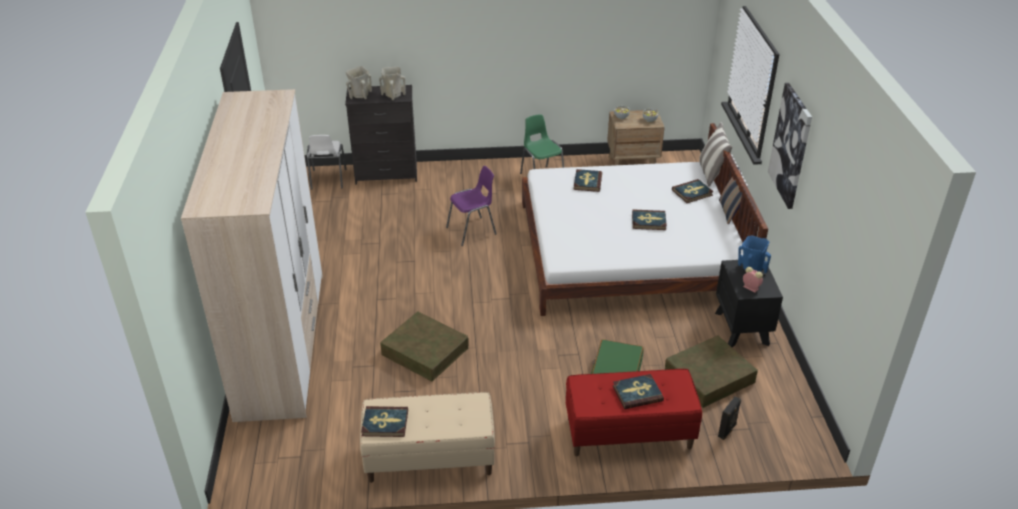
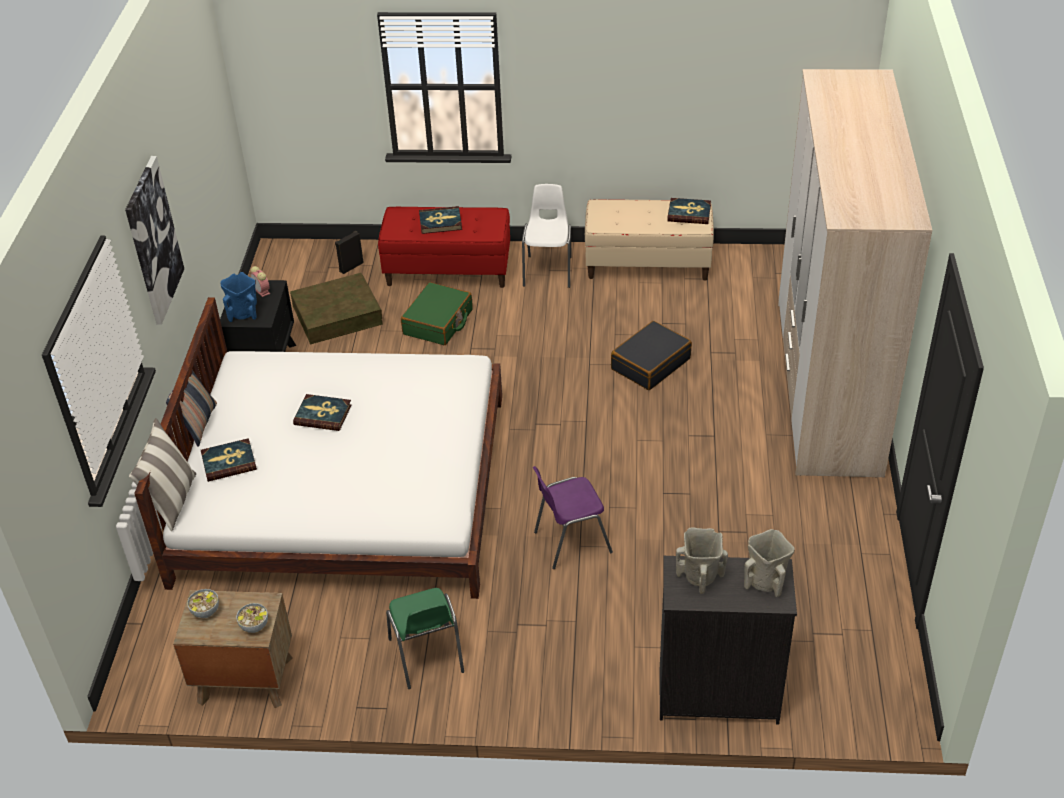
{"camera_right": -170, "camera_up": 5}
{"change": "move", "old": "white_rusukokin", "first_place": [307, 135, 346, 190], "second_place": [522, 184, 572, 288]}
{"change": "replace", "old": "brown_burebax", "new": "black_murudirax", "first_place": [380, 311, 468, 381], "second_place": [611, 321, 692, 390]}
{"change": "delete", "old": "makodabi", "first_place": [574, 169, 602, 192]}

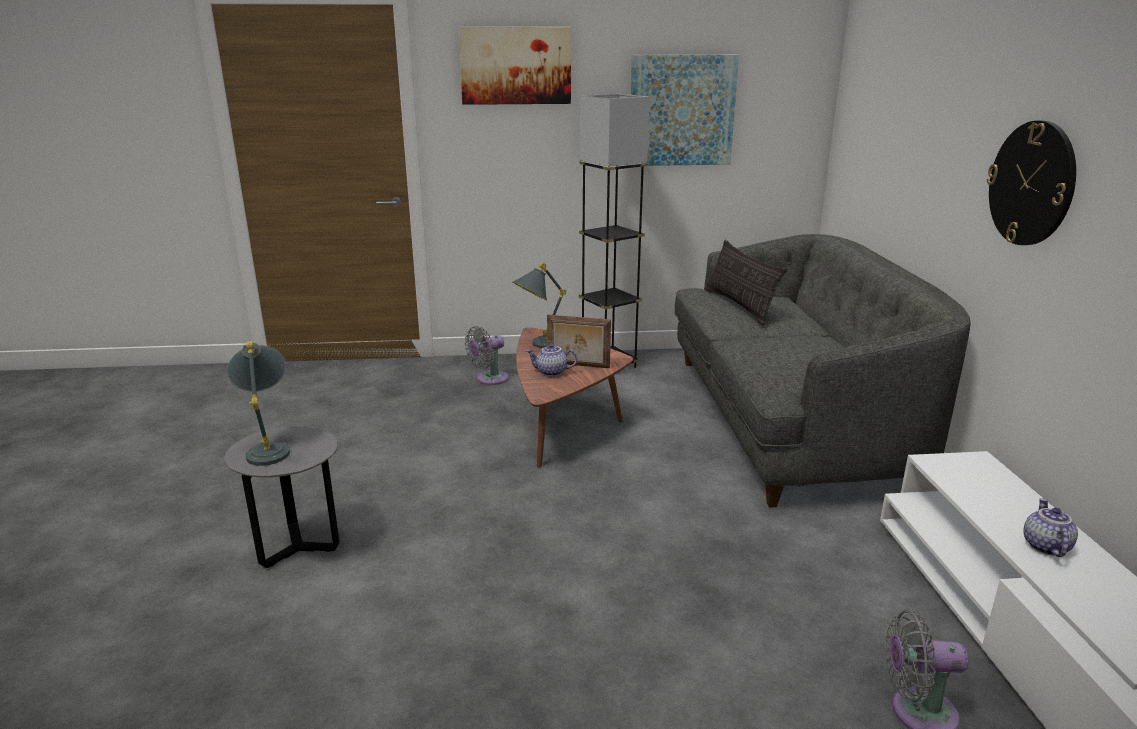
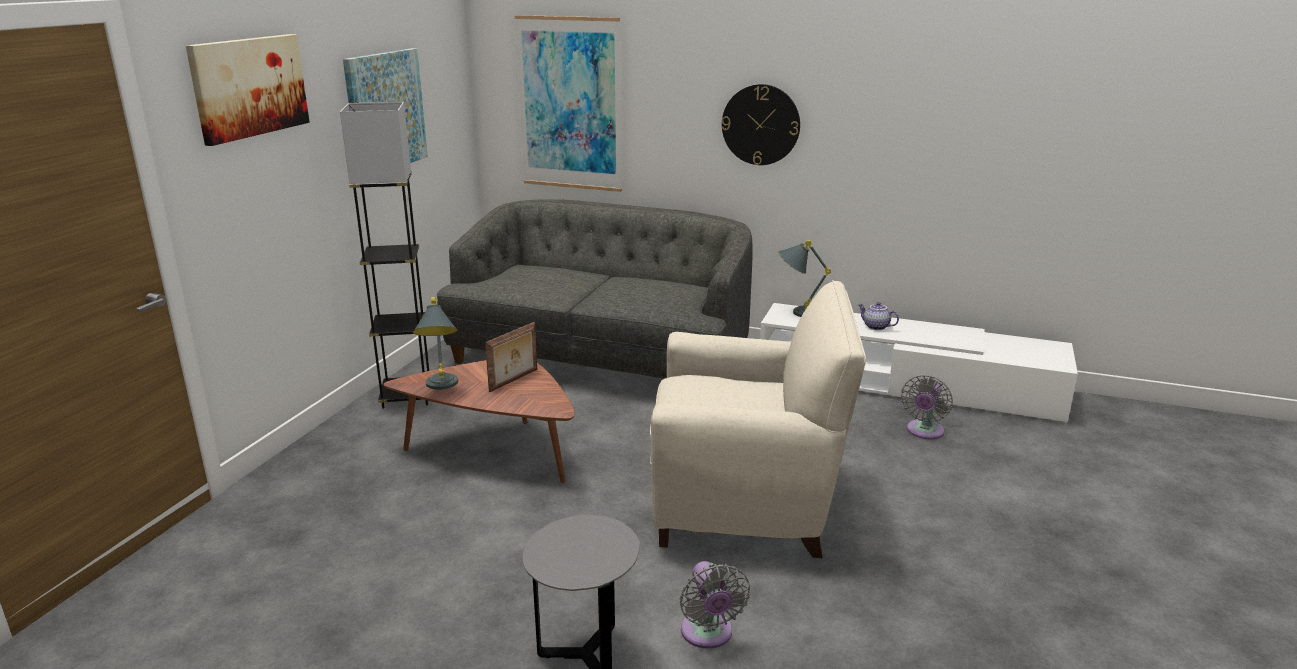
{"camera_right": -65, "camera_up": 0}
{"change": "insert", "new": "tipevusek", "second_place": [515, 15, 622, 192]}
{"change": "insert", "new": "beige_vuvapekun", "second_place": [650, 280, 866, 558]}
{"change": "move", "old": "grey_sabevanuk", "first_place": [465, 326, 509, 385], "second_place": [680, 561, 750, 649]}
{"change": "move", "old": "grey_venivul", "first_place": [227, 341, 290, 466], "second_place": [778, 240, 831, 317]}
{"change": "delete", "old": "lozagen", "first_place": [526, 344, 577, 376]}
{"change": "delete", "old": "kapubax", "first_place": [705, 240, 787, 325]}

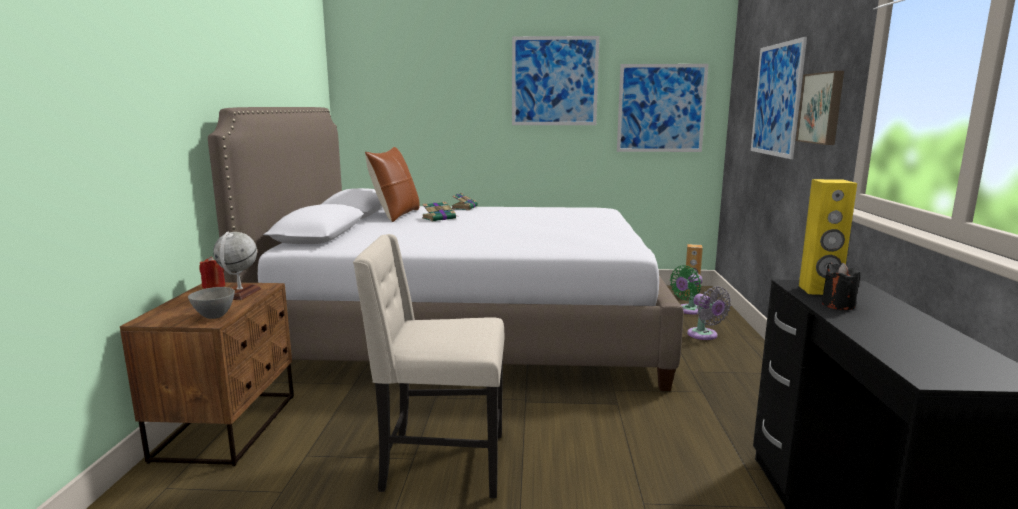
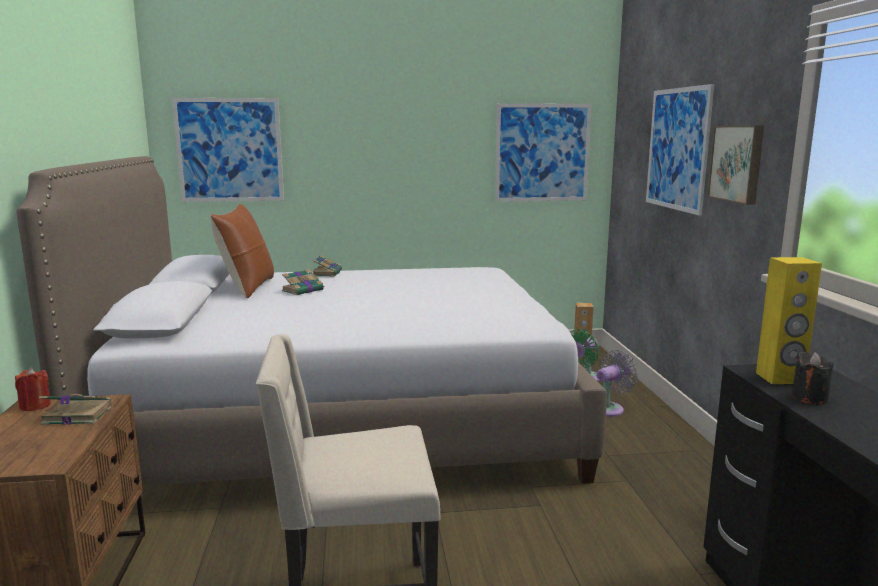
{"camera_right": -10, "camera_up": 0}
{"change": "replace", "old": "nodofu", "new": "makodabi", "first_place": [213, 231, 261, 300], "second_place": [39, 394, 111, 425]}
{"change": "move", "old": "tipevusek", "first_place": [512, 36, 599, 125], "second_place": [172, 98, 284, 202]}
{"change": "rotate", "old": "grey_sabevanuk", "first_place": [687, 286, 731, 340], "second_place": [597, 350, 638, 417], "degrees": -90}
{"change": "delete", "old": "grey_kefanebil", "first_place": [188, 287, 235, 319]}

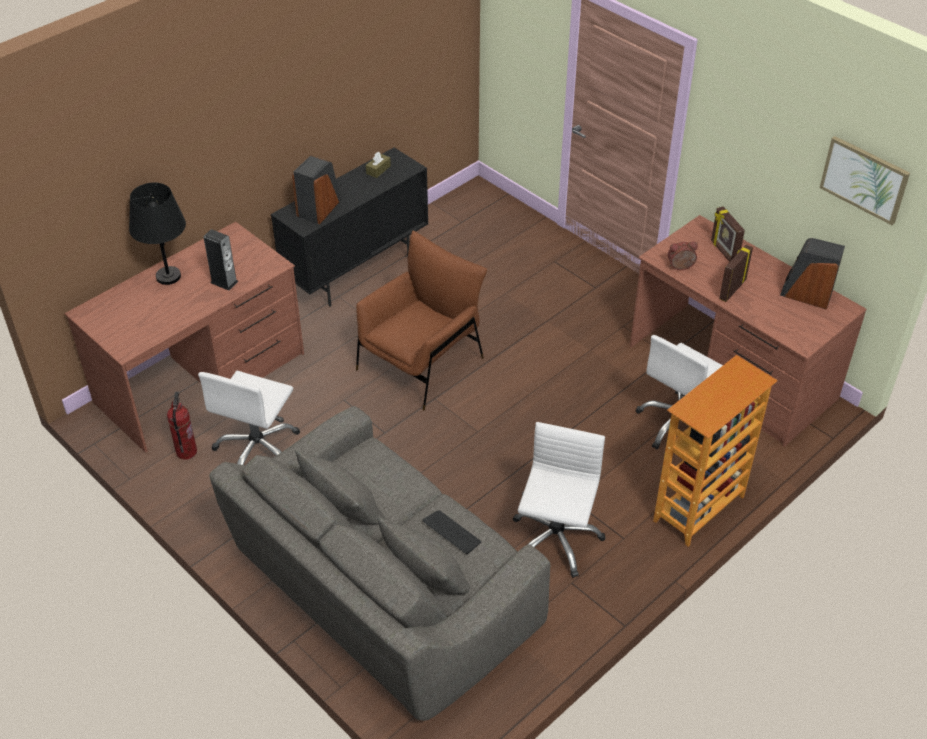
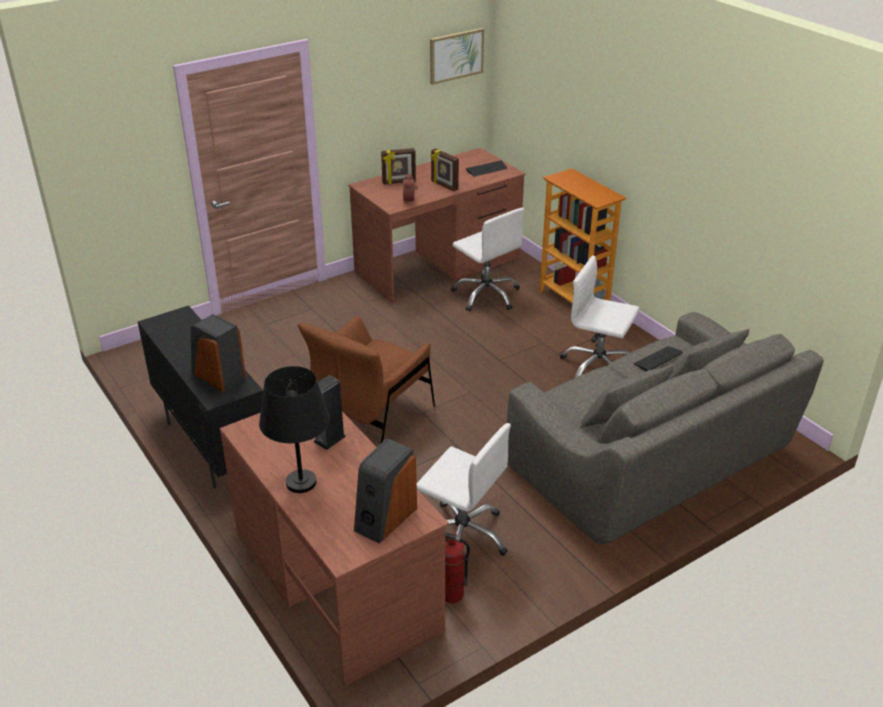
{"camera_right": -80, "camera_up": -10}
{"change": "rotate", "old": "brown_vuvapekun", "first_place": [356, 231, 487, 410], "second_place": [298, 315, 435, 443], "degrees": -105}
{"change": "move", "old": "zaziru", "first_place": [780, 238, 845, 309], "second_place": [354, 438, 417, 544]}
{"change": "insert", "new": "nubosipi", "second_place": [466, 160, 508, 177]}
{"change": "delete", "old": "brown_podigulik", "first_place": [366, 152, 391, 178]}

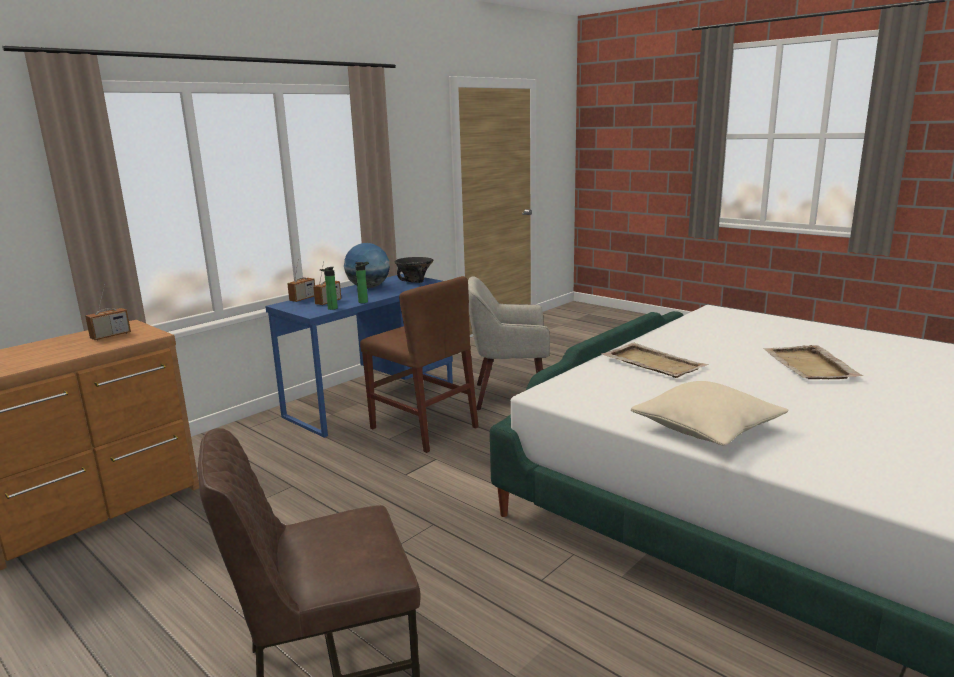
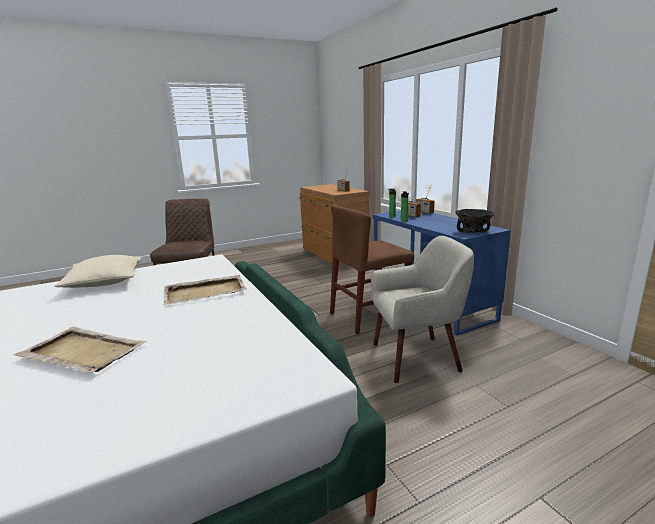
{"camera_right": 110, "camera_up": 0}
{"change": "rotate", "old": "beige_vuvapekun", "first_place": [468, 276, 550, 410], "second_place": [371, 236, 474, 383], "degrees": 60}
{"change": "delete", "old": "nodofu", "first_place": [344, 243, 390, 288]}

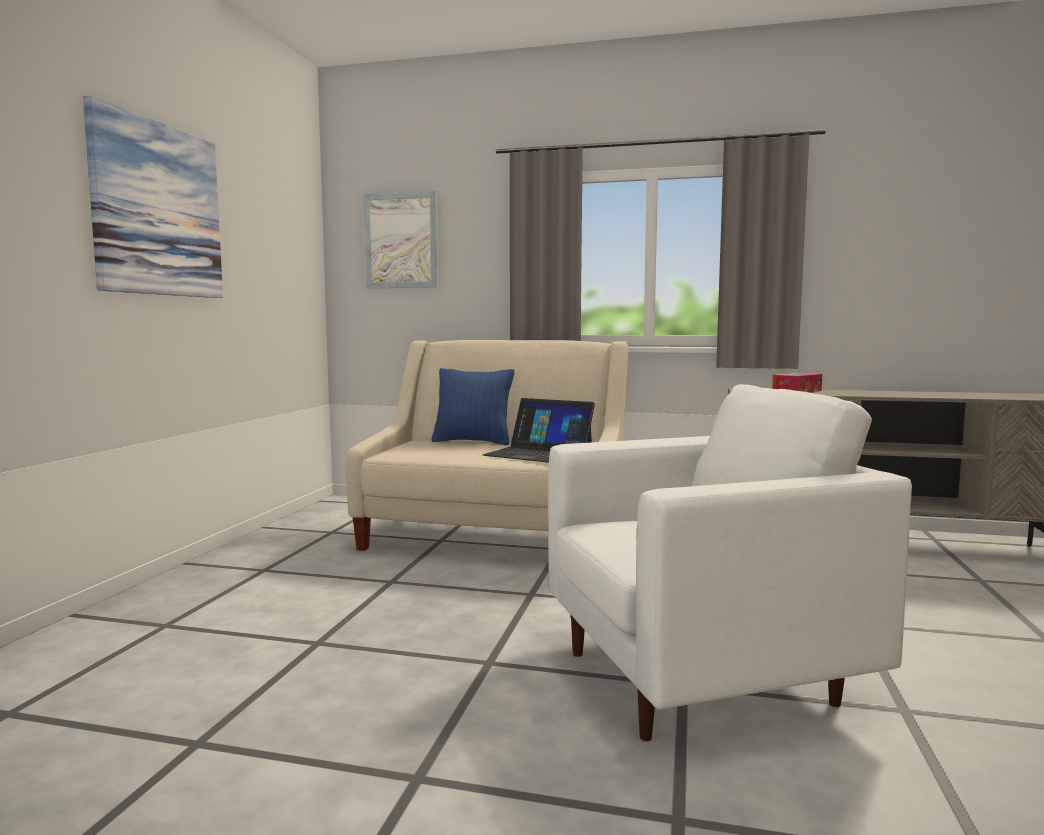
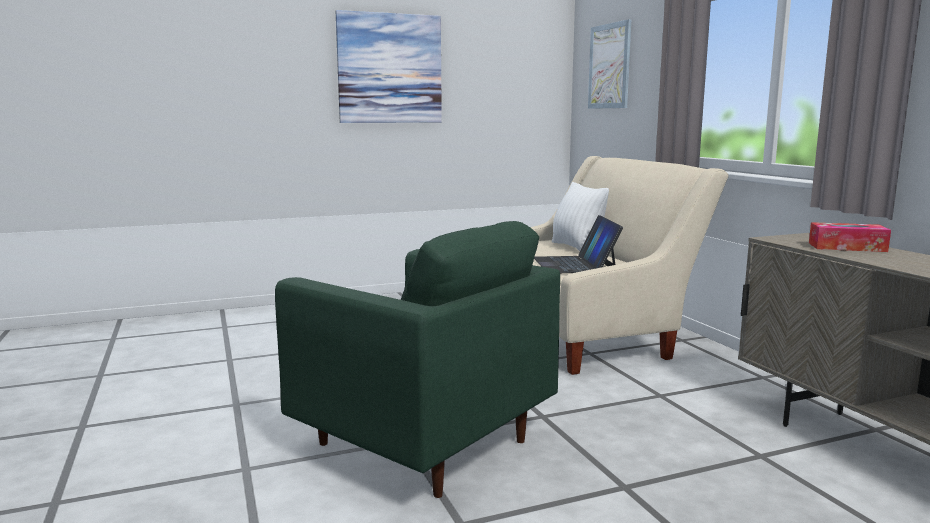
{"camera_right": 55, "camera_up": 5}
{"change": "recolor", "old": "white_vuvapekun", "new": "green_vuvapekun", "first_place": [548, 384, 912, 741], "second_place": [275, 221, 560, 498]}
{"change": "recolor", "old": "blue_kapubax", "new": "white_kapubax", "first_place": [431, 368, 514, 445], "second_place": [552, 182, 609, 251]}

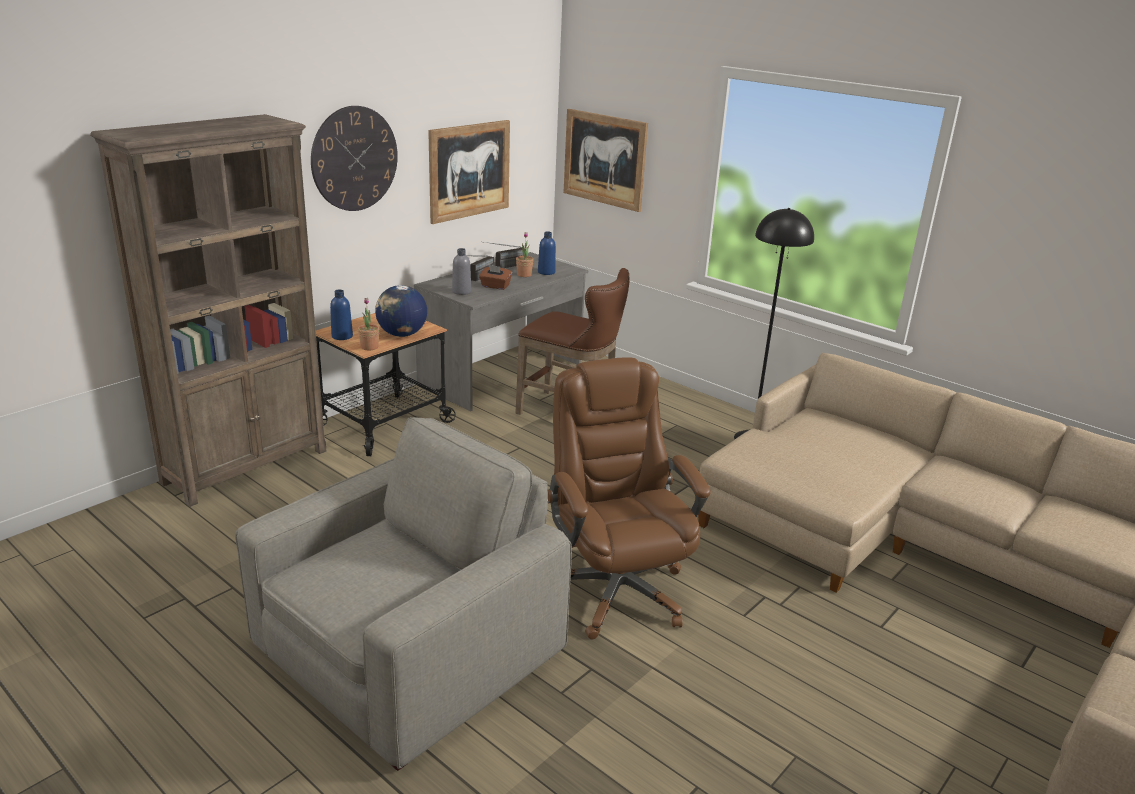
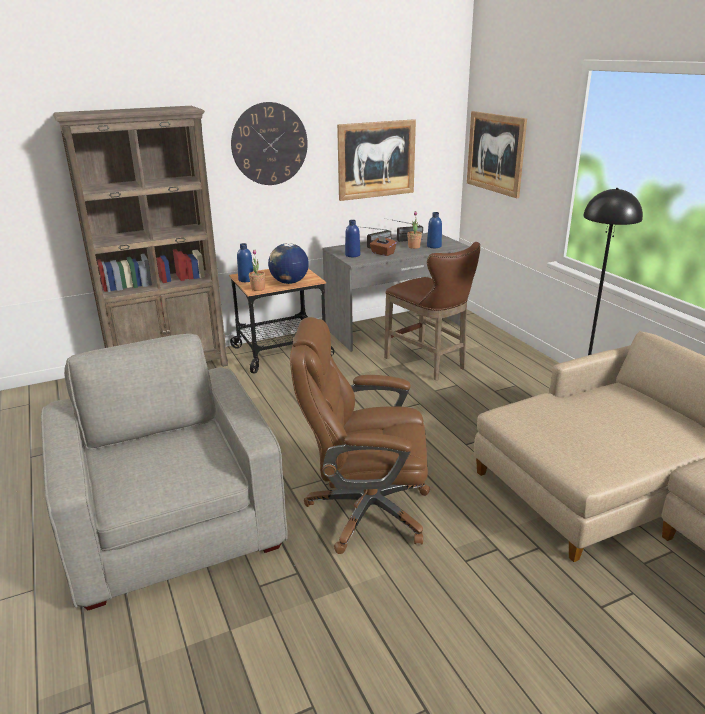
{"camera_right": 25, "camera_up": 0}
{"change": "rotate", "old": "grey_vuvapekun", "first_place": [235, 417, 572, 771], "second_place": [41, 334, 288, 610], "degrees": -90}
{"change": "rotate", "old": "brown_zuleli", "first_place": [548, 357, 711, 639], "second_place": [290, 317, 430, 554], "degrees": -90}
{"change": "recolor", "old": "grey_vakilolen", "new": "blue_vakilolen", "first_place": [452, 248, 471, 295], "second_place": [345, 220, 360, 257]}

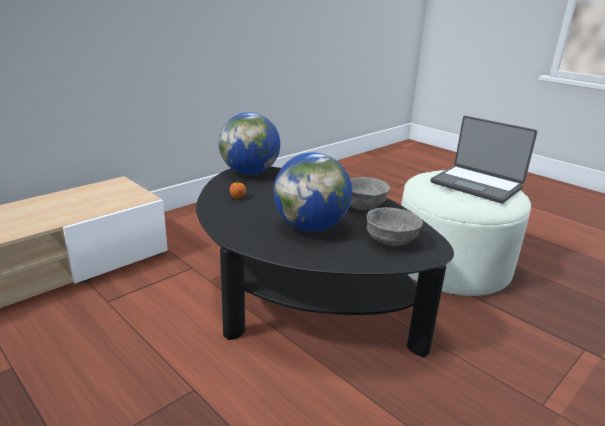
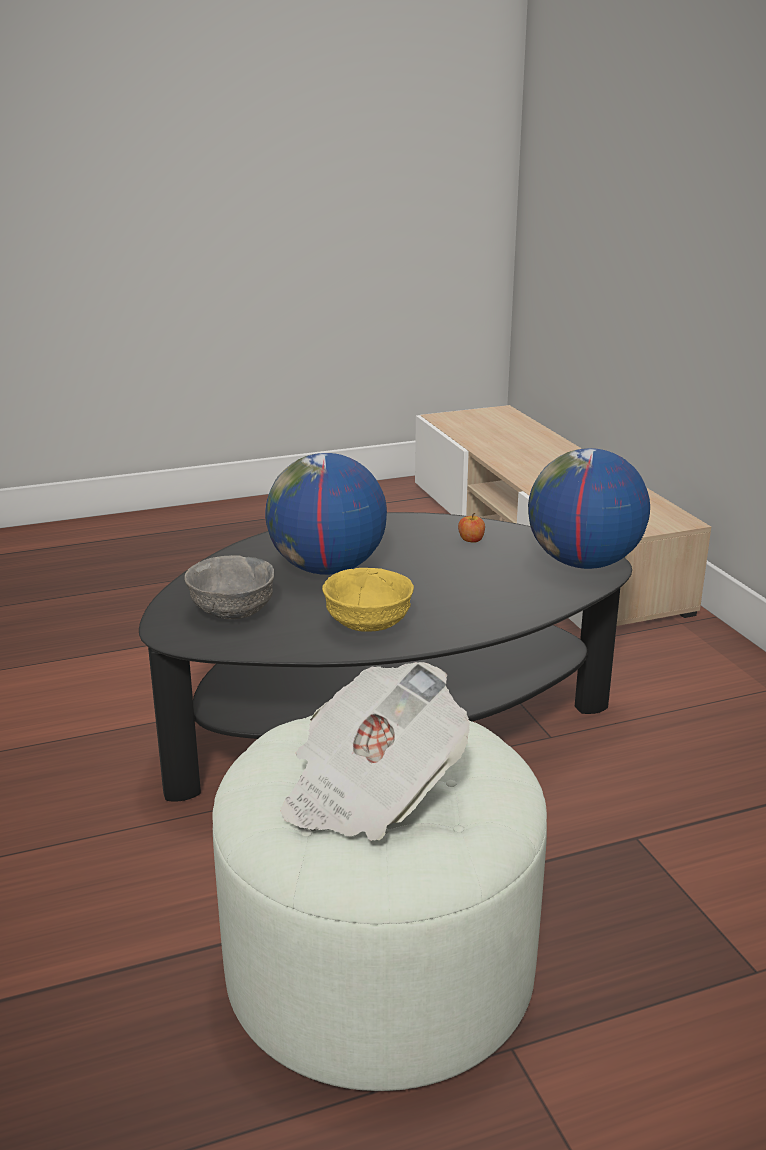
{"camera_right": 115, "camera_up": 0}
{"change": "replace", "old": "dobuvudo", "new": "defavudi", "first_place": [431, 116, 537, 204], "second_place": [281, 662, 470, 841]}
{"change": "recolor", "old": "grey_kefanebil", "new": "yellow_kefanebil", "first_place": [350, 177, 390, 210], "second_place": [322, 568, 414, 632]}

